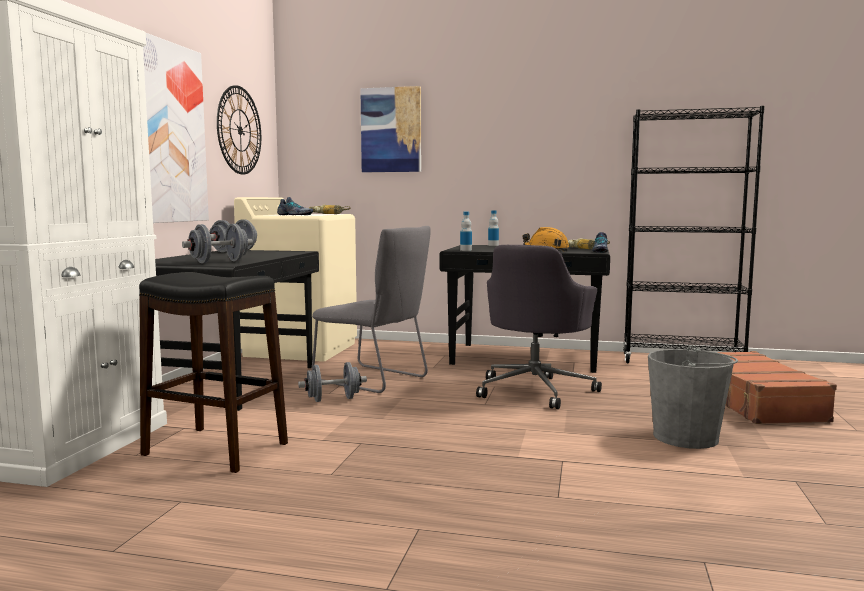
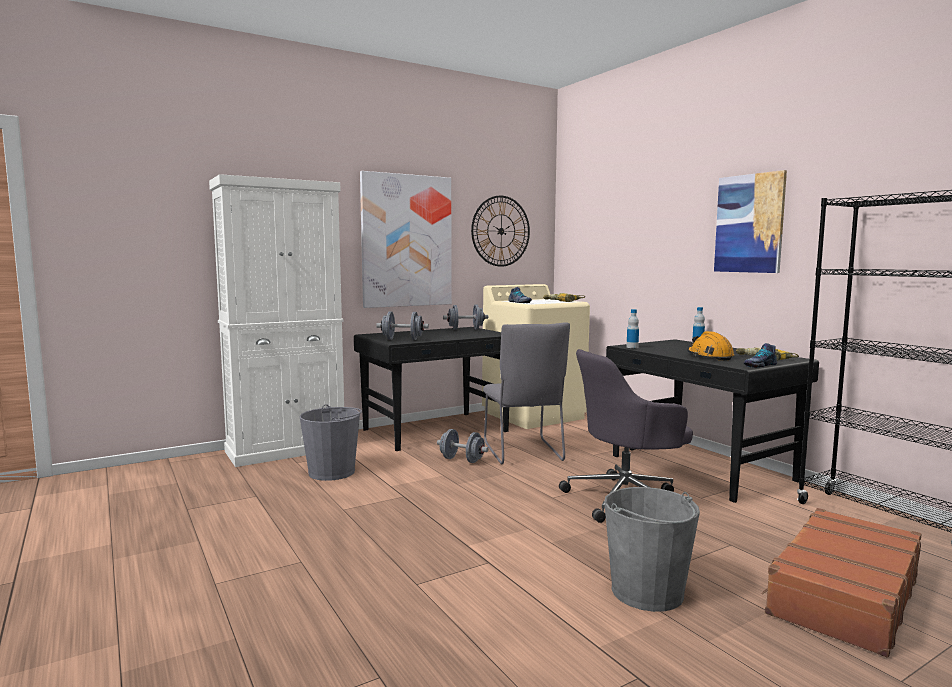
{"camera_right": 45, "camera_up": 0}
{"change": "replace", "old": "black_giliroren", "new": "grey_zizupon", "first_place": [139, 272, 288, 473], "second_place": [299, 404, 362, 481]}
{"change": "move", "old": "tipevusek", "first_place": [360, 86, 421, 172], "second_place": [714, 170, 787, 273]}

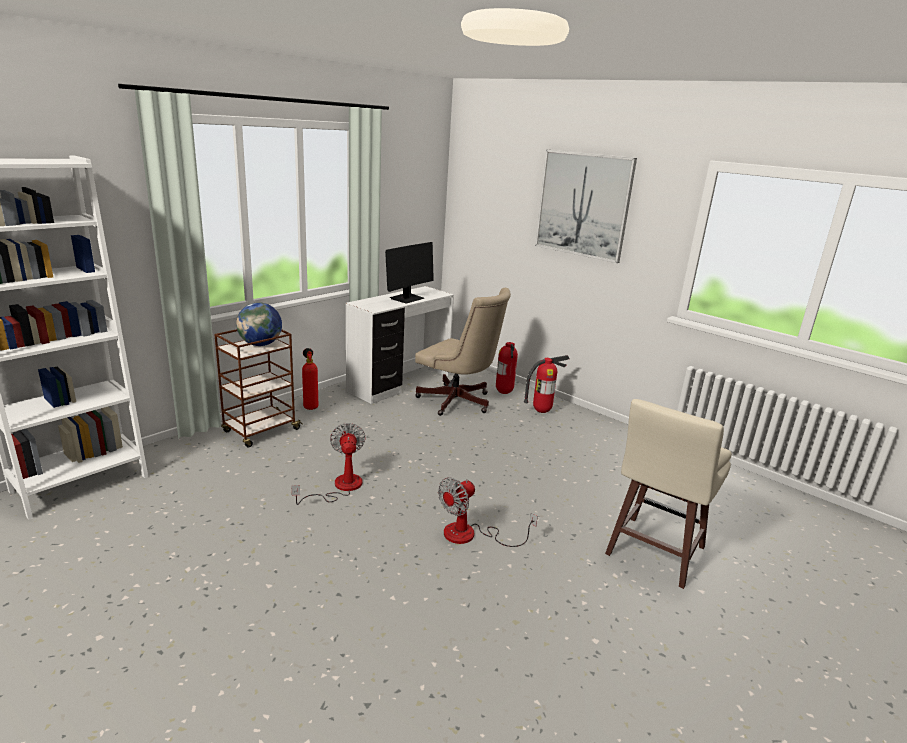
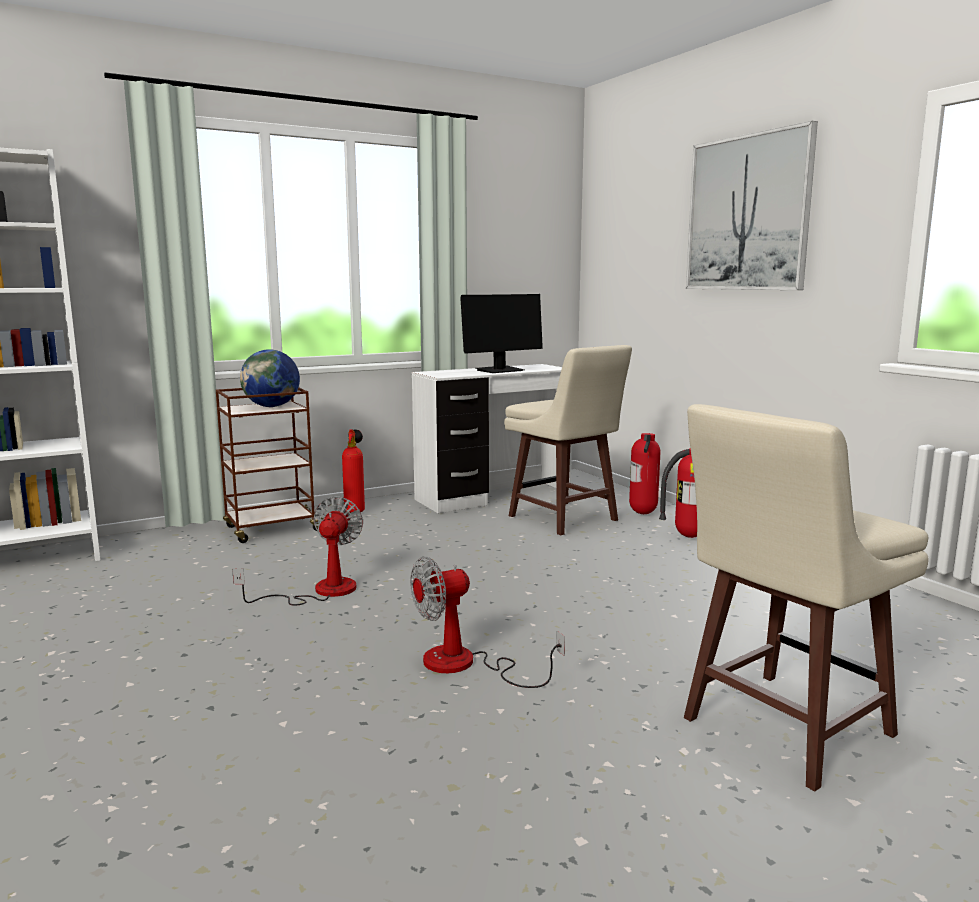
{"camera_right": 20, "camera_up": -10}
{"change": "replace", "old": "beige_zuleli", "new": "beige_giliroren", "first_place": [415, 288, 511, 416], "second_place": [504, 345, 632, 535]}

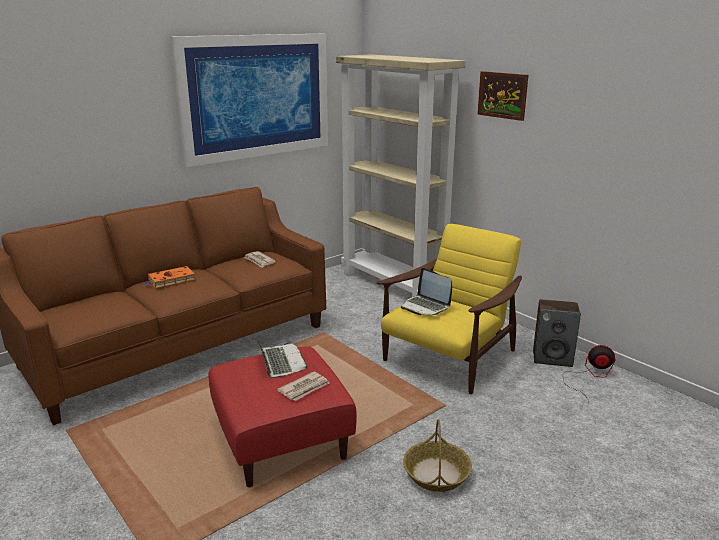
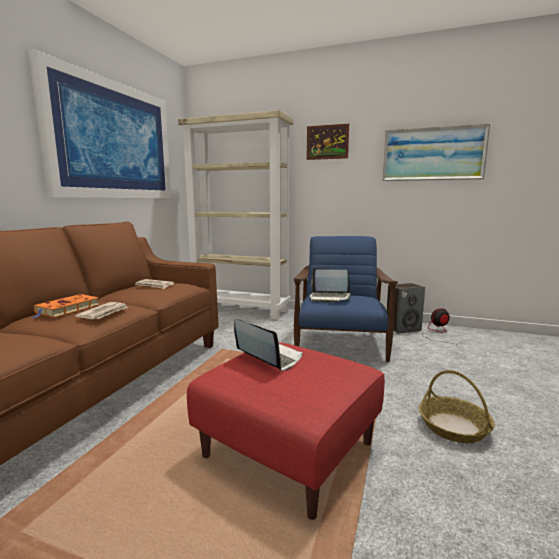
{"camera_right": -30, "camera_up": -10}
{"change": "move", "old": "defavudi", "first_place": [277, 371, 329, 401], "second_place": [75, 302, 128, 319]}
{"change": "recolor", "old": "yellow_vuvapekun", "new": "blue_vuvapekun", "first_place": [376, 224, 522, 394], "second_place": [294, 236, 398, 362]}
{"change": "insert", "new": "tipevusek", "second_place": [382, 124, 490, 181]}

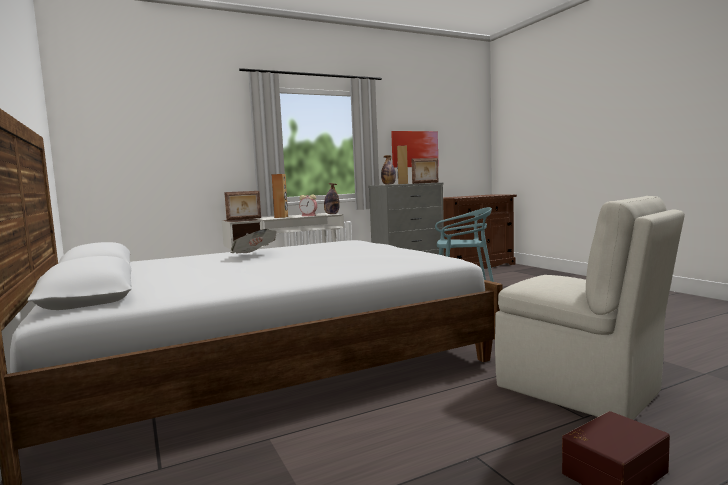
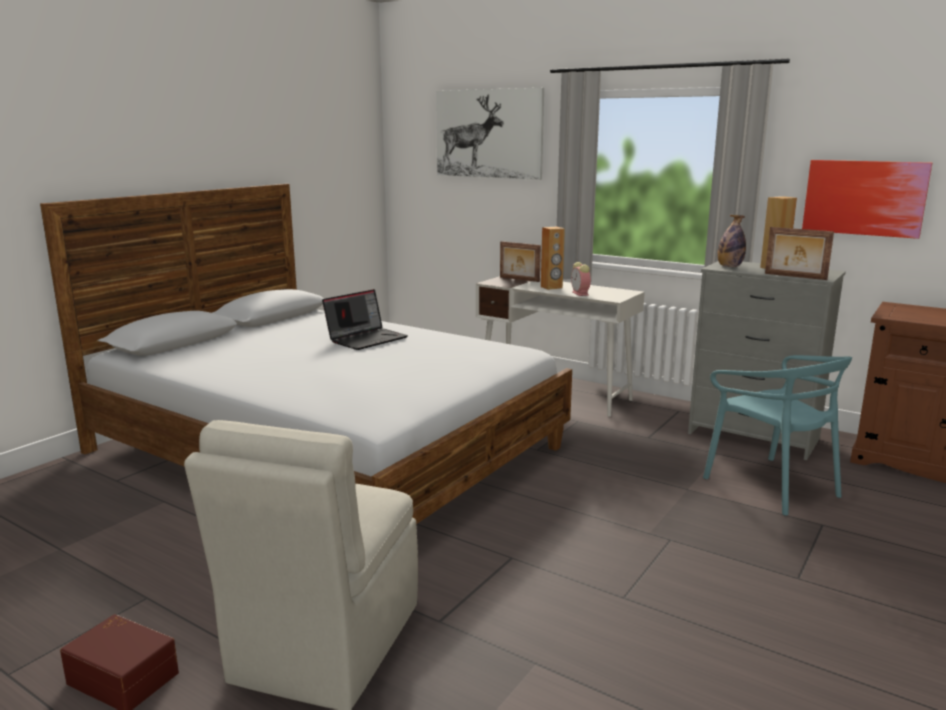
{"camera_right": 60, "camera_up": 10}
{"change": "replace", "old": "defavudi", "new": "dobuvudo", "first_place": [231, 229, 277, 254], "second_place": [322, 289, 408, 350]}
{"change": "insert", "new": "tipevusek", "second_place": [436, 88, 544, 180]}
{"change": "delete", "old": "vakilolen", "first_place": [324, 183, 340, 214]}

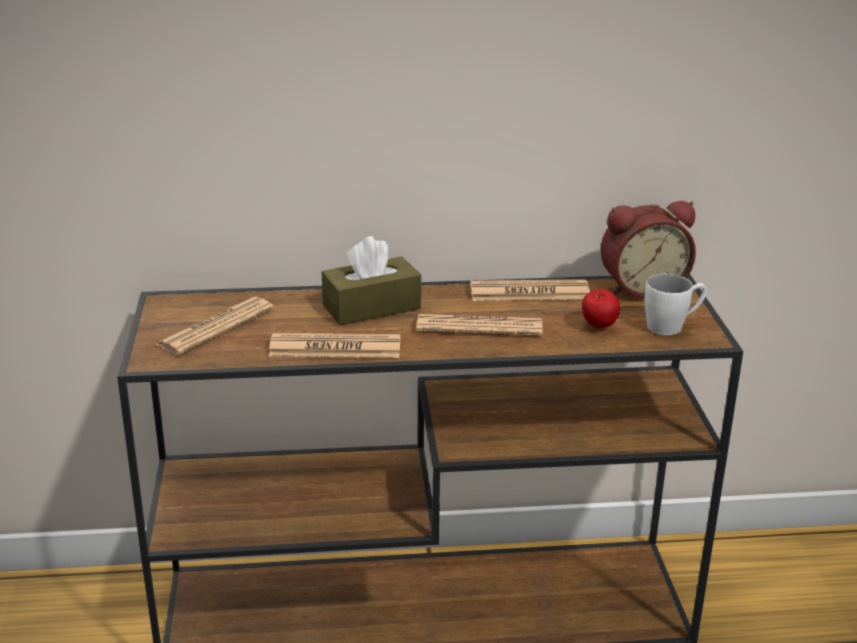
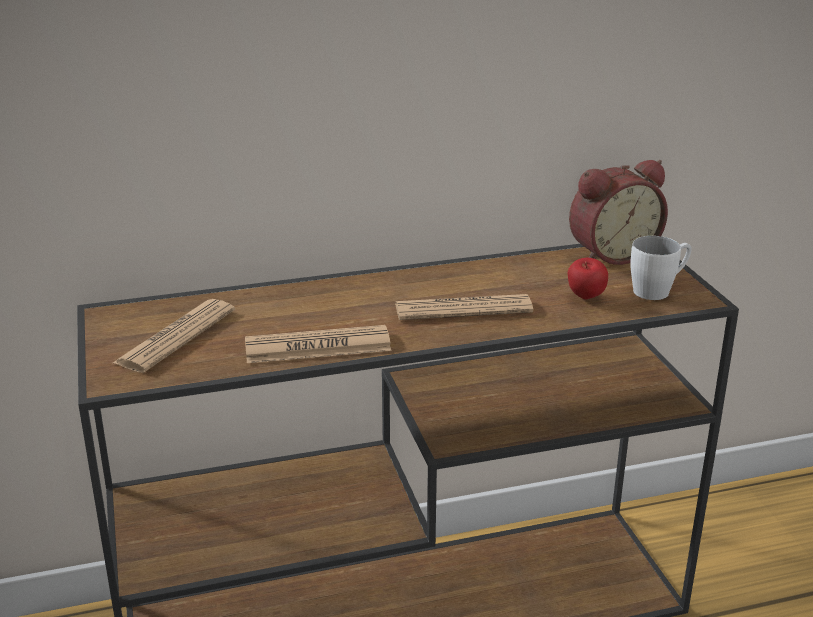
{"camera_right": -10, "camera_up": 0}
{"change": "delete", "old": "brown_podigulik", "first_place": [322, 236, 421, 325]}
{"change": "delete", "old": "defavudi", "first_place": [470, 279, 590, 301]}

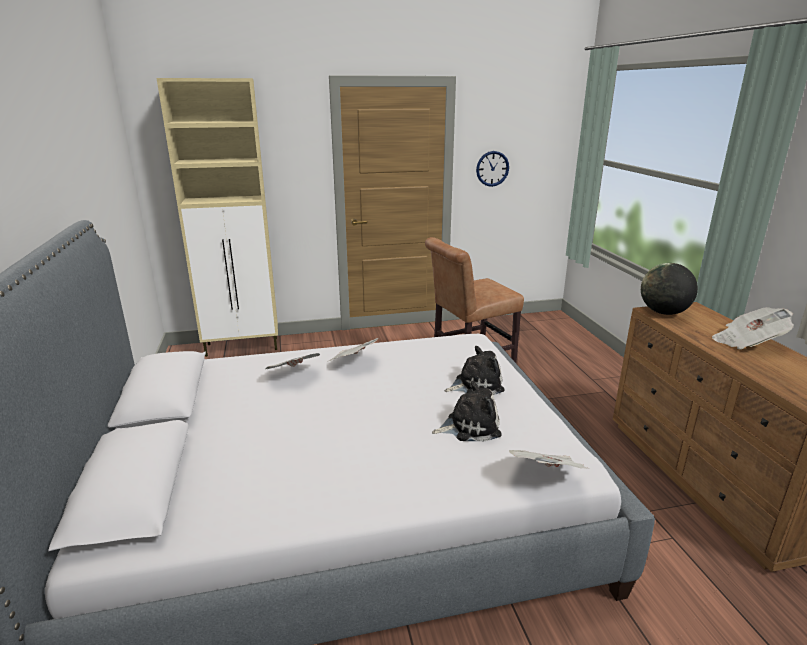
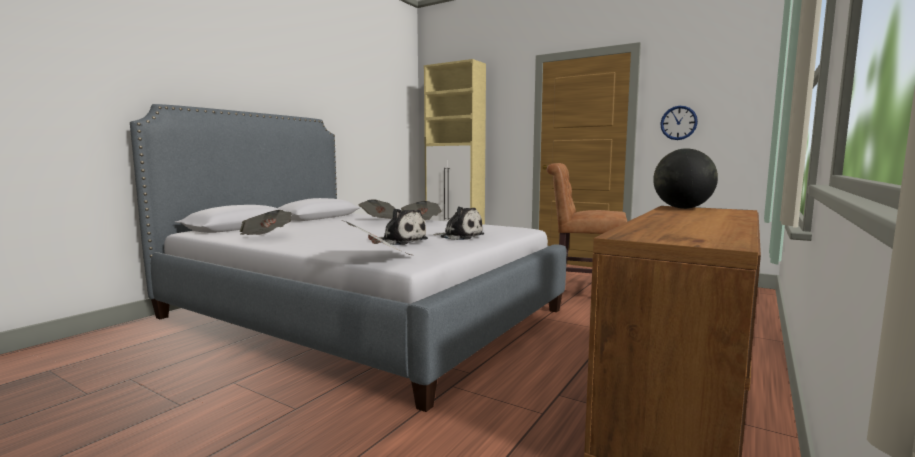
{"camera_right": 45, "camera_up": -15}
{"change": "move", "old": "defavudi", "first_place": [712, 307, 793, 349], "second_place": [240, 210, 292, 235]}

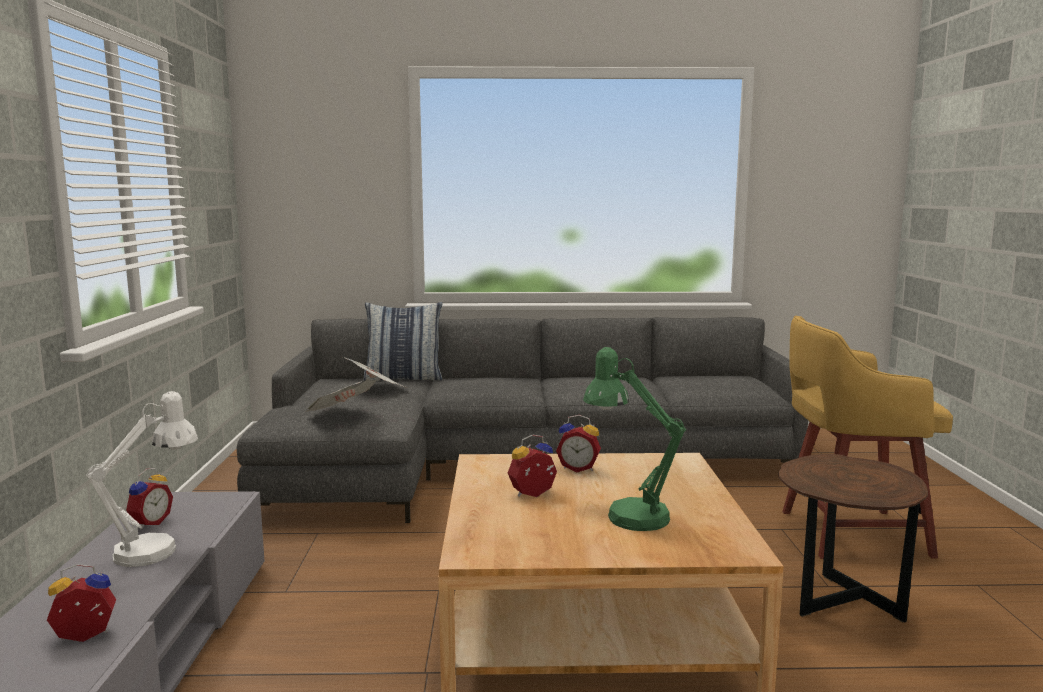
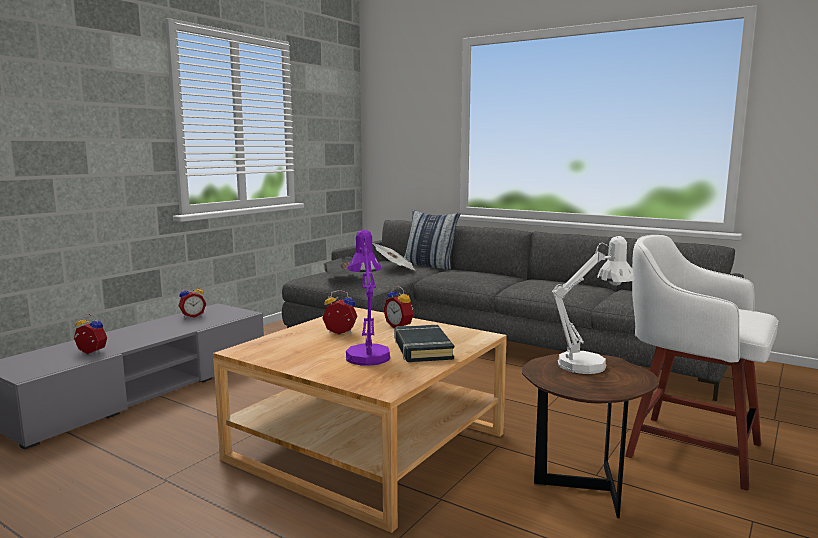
{"camera_right": 35, "camera_up": 0}
{"change": "recolor", "old": "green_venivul", "new": "purple_venivul", "first_place": [583, 347, 686, 531], "second_place": [346, 229, 390, 366]}
{"change": "insert", "new": "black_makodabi", "second_place": [395, 325, 454, 362]}
{"change": "move", "old": "white_venivul", "first_place": [86, 391, 198, 567], "second_place": [552, 236, 635, 374]}
{"change": "recolor", "old": "yellow_giliroren", "new": "white_giliroren", "first_place": [782, 316, 953, 559], "second_place": [625, 235, 778, 491]}

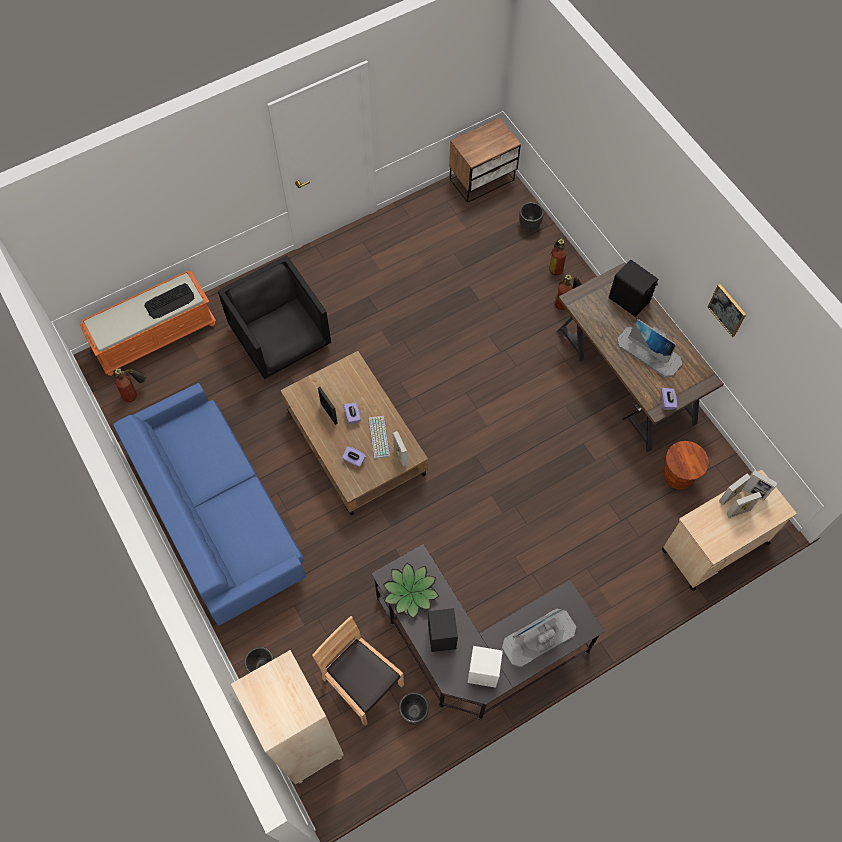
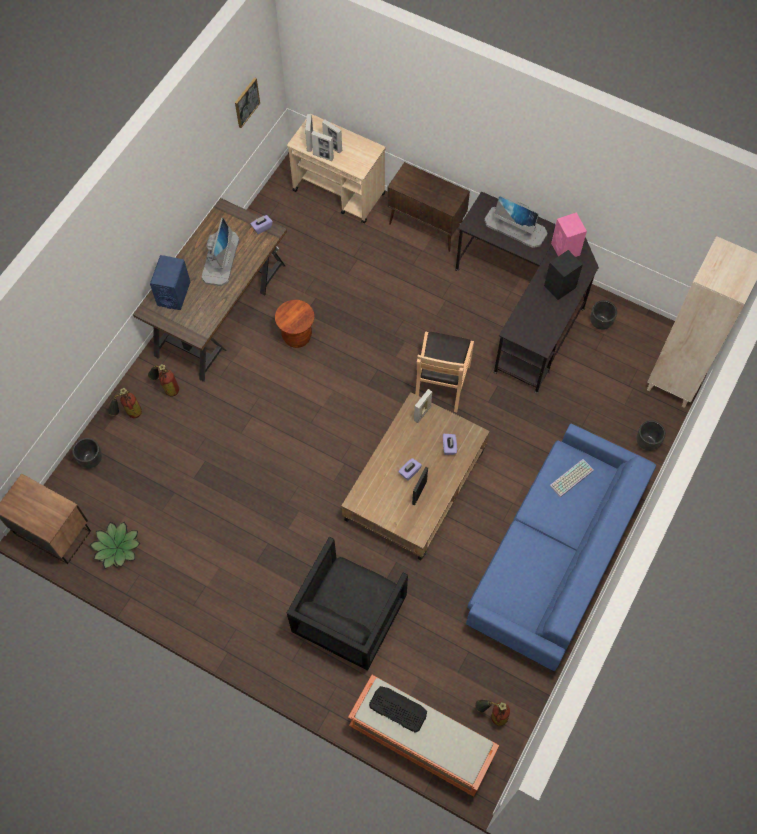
{"camera_right": -120, "camera_up": 0}
{"change": "move", "old": "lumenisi", "first_place": [383, 563, 439, 619], "second_place": [90, 522, 140, 569]}
{"change": "recolor", "old": "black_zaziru", "new": "blue_zaziru", "first_place": [608, 259, 658, 317], "second_place": [150, 255, 190, 310]}
{"change": "move", "old": "tipevusek", "first_place": [708, 284, 746, 337], "second_place": [235, 77, 260, 128]}
{"change": "move", "old": "brown_giliroren", "first_place": [663, 441, 709, 490], "second_place": [275, 300, 314, 348]}
{"change": "insert", "new": "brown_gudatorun", "second_place": [387, 162, 470, 252]}
{"change": "move", "old": "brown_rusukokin", "first_place": [312, 616, 404, 726], "second_place": [415, 331, 474, 412]}
{"change": "move", "old": "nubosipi", "first_place": [368, 416, 390, 459], "second_place": [550, 459, 594, 497]}
{"change": "recolor", "old": "white_zaziru", "new": "pink_zaziru", "first_place": [468, 646, 503, 688], "second_place": [551, 212, 587, 257]}

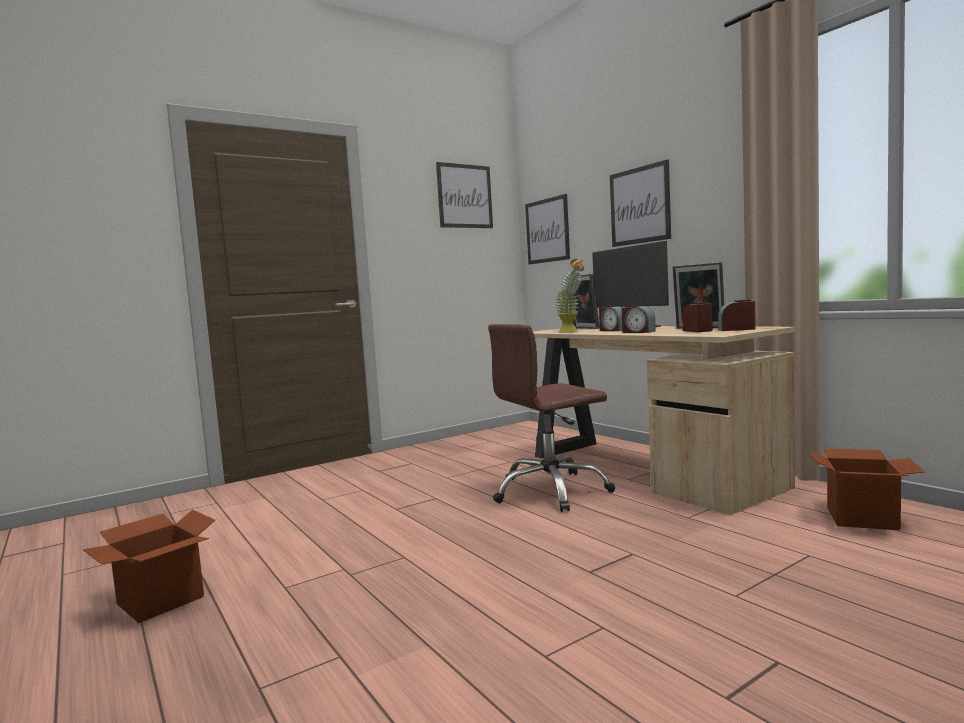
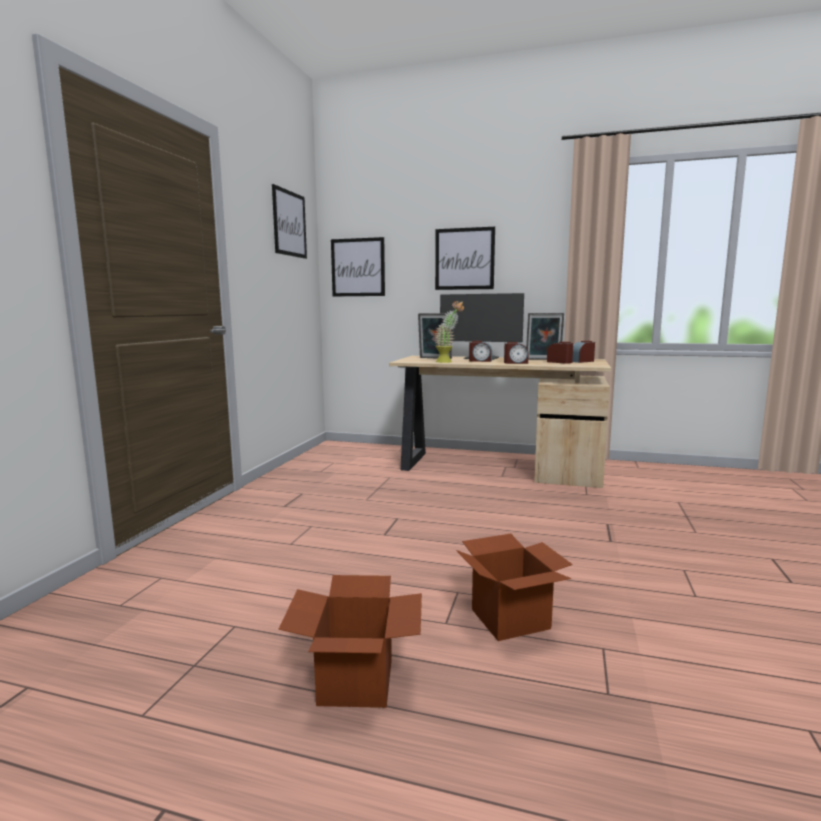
{"camera_right": -40, "camera_up": 5}
{"change": "move", "old": "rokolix", "first_place": [809, 449, 925, 530], "second_place": [456, 534, 573, 641]}
{"change": "delete", "old": "brown_zuleli", "first_place": [488, 324, 615, 512]}

